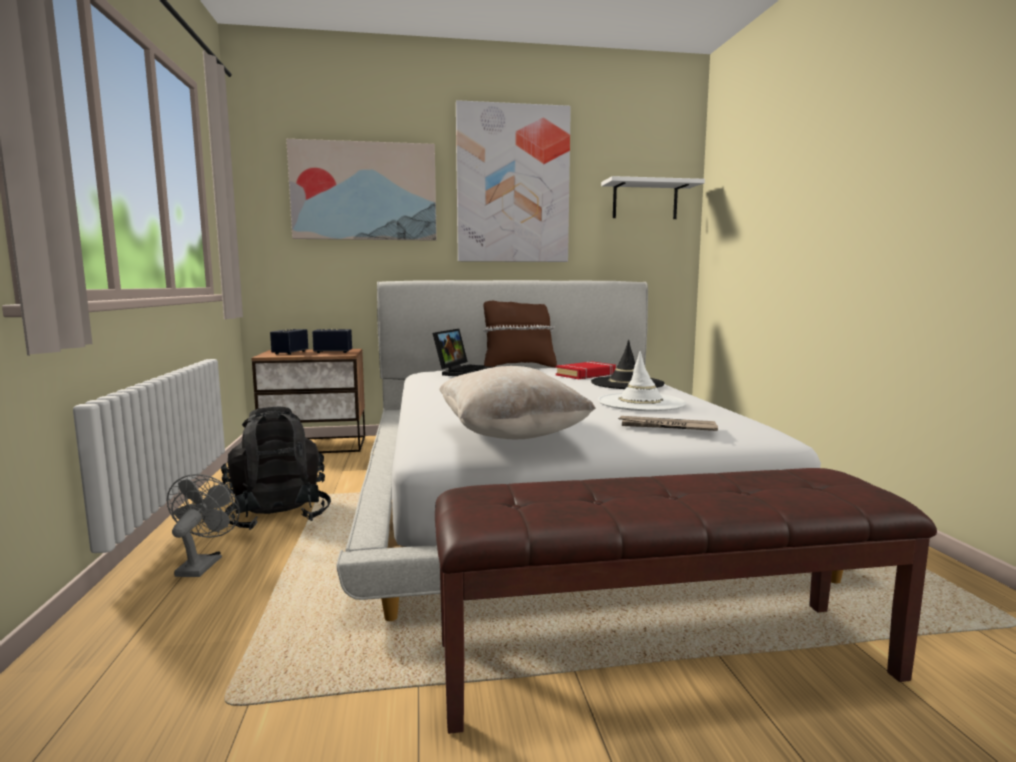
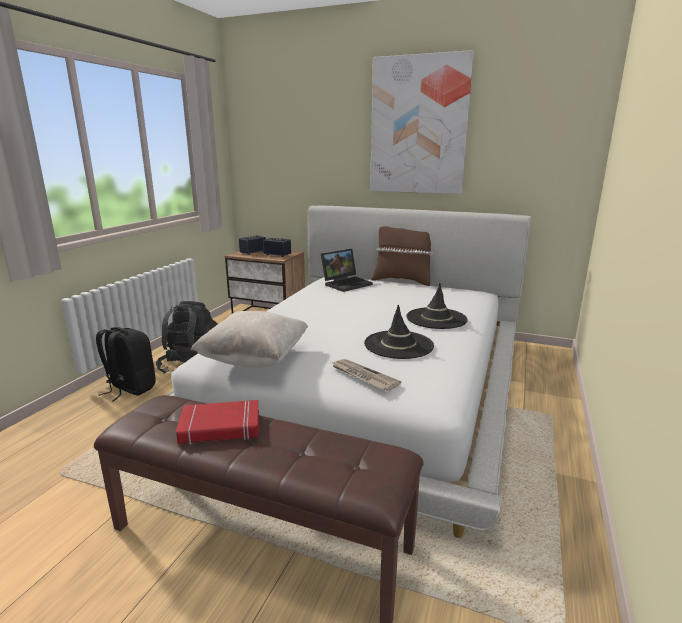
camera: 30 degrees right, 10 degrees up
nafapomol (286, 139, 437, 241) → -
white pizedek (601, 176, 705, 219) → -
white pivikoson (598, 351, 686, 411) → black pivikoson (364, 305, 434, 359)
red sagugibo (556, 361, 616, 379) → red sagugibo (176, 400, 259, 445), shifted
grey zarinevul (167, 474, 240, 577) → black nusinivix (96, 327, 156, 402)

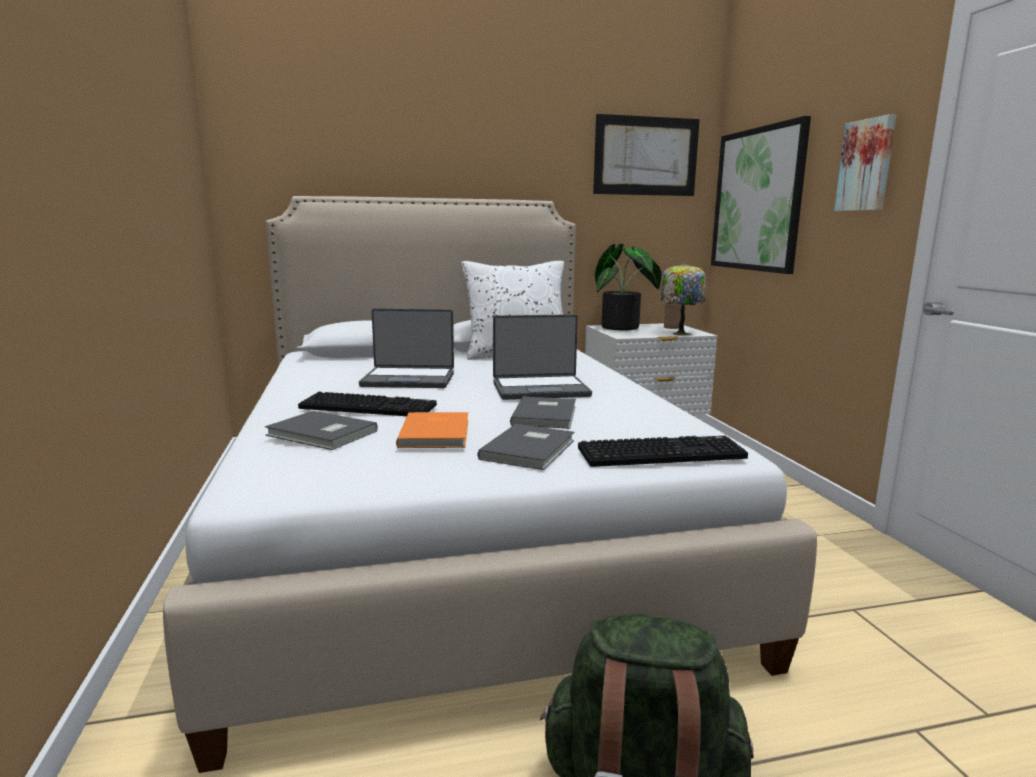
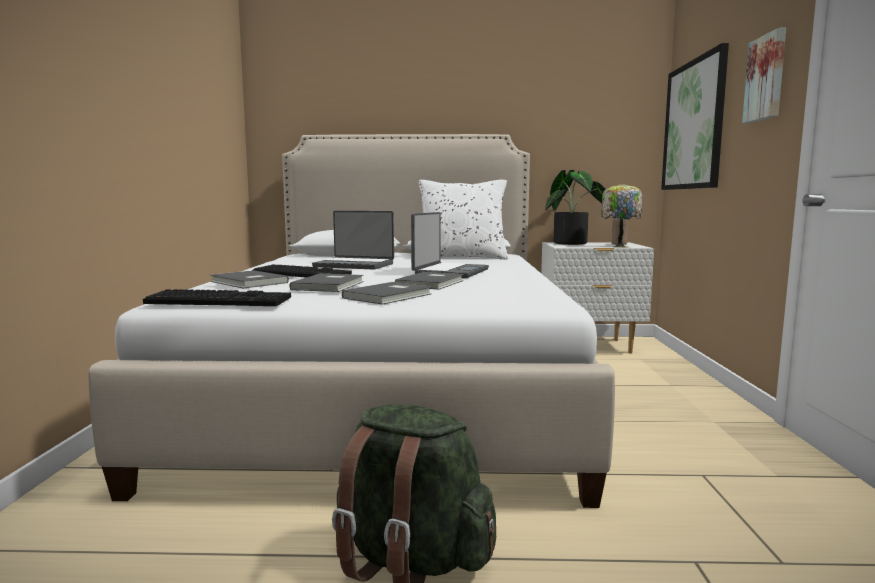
camera: 15 degrees right, 5 degrees down
nafapomol (593, 114, 700, 196) → -
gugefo (493, 314, 592, 400) → gugefo (411, 212, 489, 278), 75 degrees counterclockwise
orange sagugibo (396, 412, 468, 448) → grey sagugibo (289, 274, 364, 292)
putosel (578, 436, 748, 467) → putosel (143, 289, 291, 306), shifted

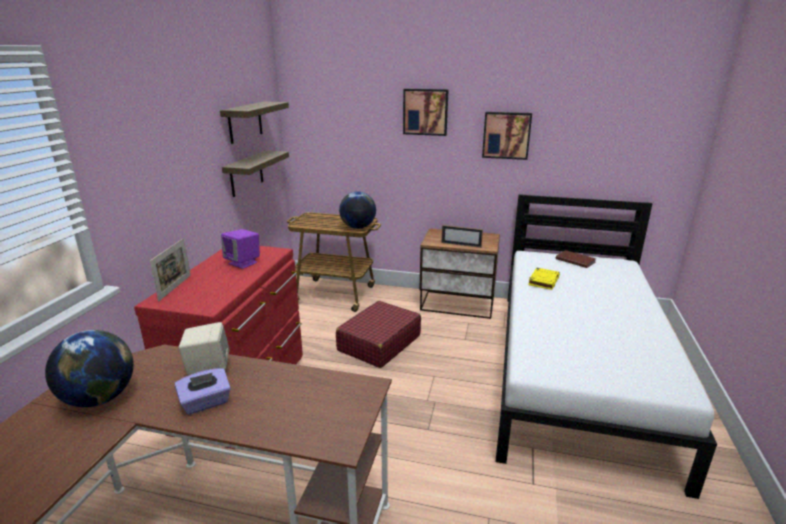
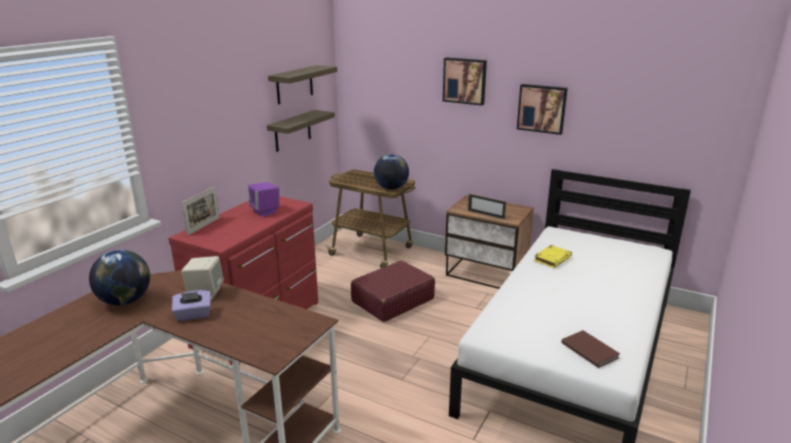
camera: 15 degrees right, 0 degrees up
brown sagugibo (556, 250, 596, 268) → brown sagugibo (561, 330, 620, 368), shifted

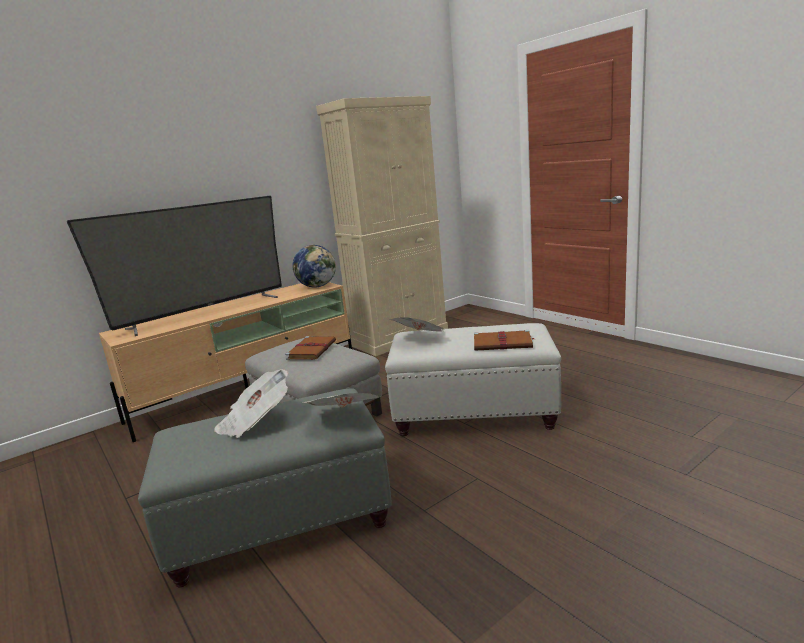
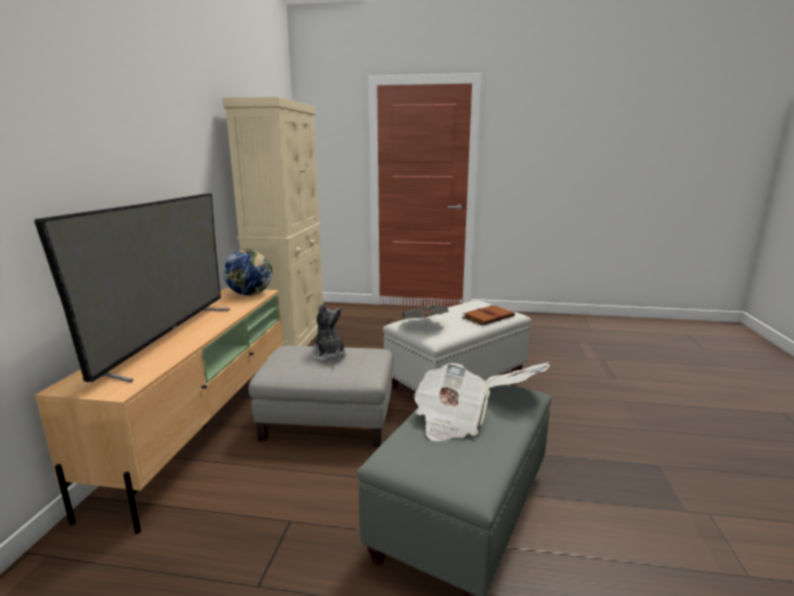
camera: 45 degrees left, 0 degrees up
brown sagugibo (285, 336, 336, 360) → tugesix (312, 304, 346, 362)

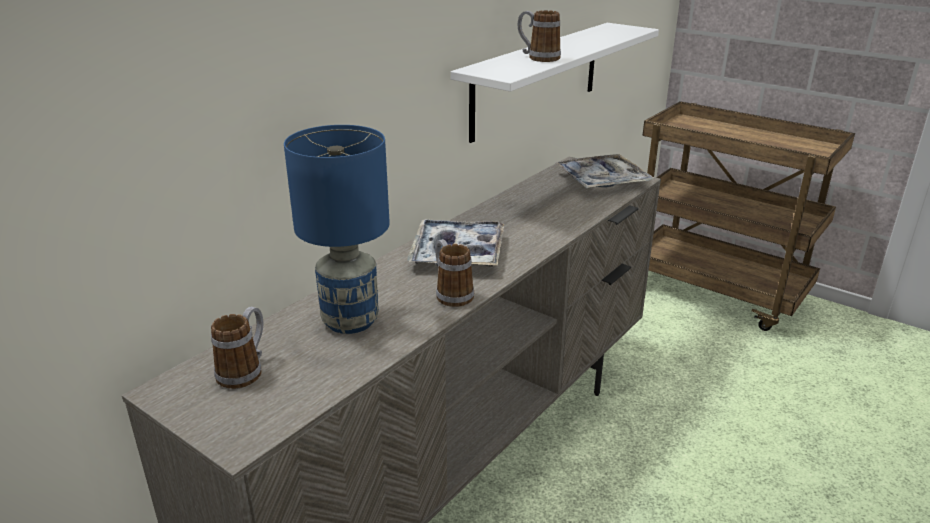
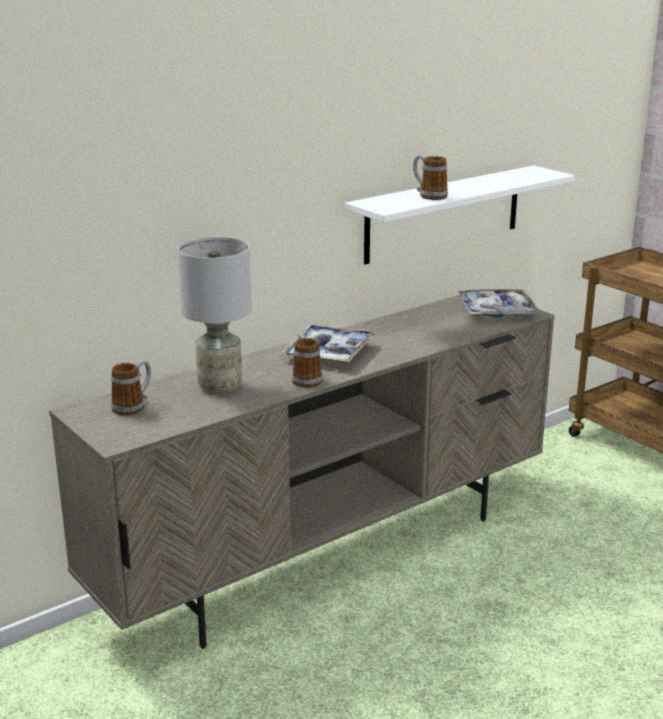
camera: 15 degrees right, 5 degrees down
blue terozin (284, 125, 390, 334) → grey terozin (177, 237, 252, 395)

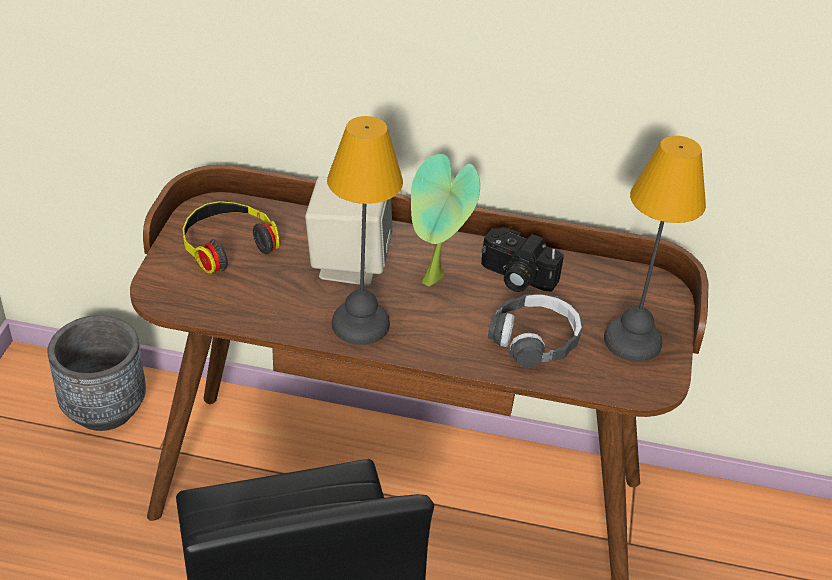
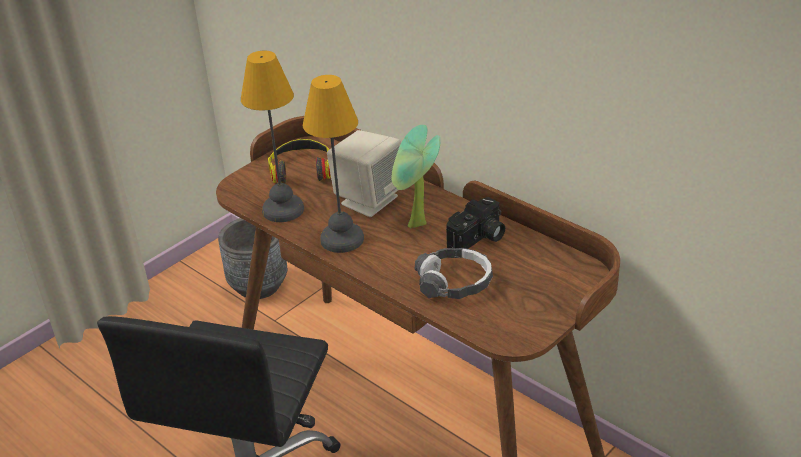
camera: 35 degrees right, 5 degrees down
terozin (604, 136, 706, 362) → terozin (241, 51, 304, 222), shifted
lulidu (481, 227, 564, 292) → lulidu (446, 197, 505, 249), 105 degrees counterclockwise

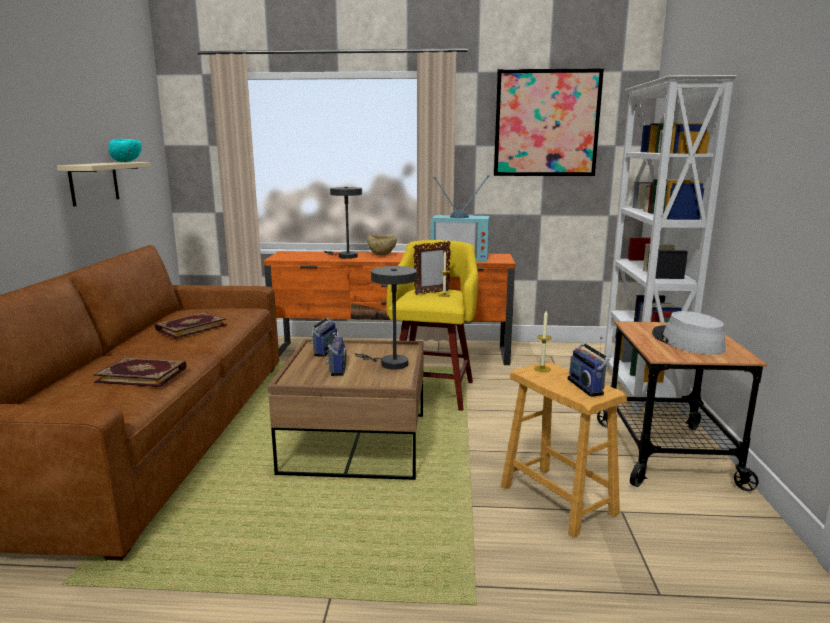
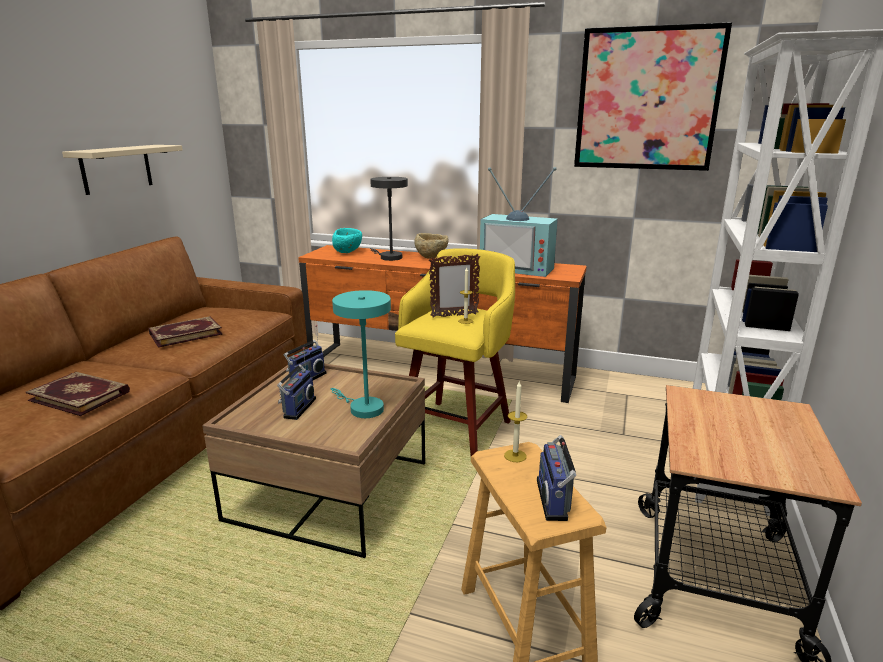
camera: 15 degrees right, 5 degrees up
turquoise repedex (109, 139, 142, 162) → turquoise repedex (332, 228, 362, 253), shifted
grey terozin (354, 266, 417, 369) → turquoise terozin (331, 290, 391, 418)
grey pivikoson (652, 311, 726, 355) → -

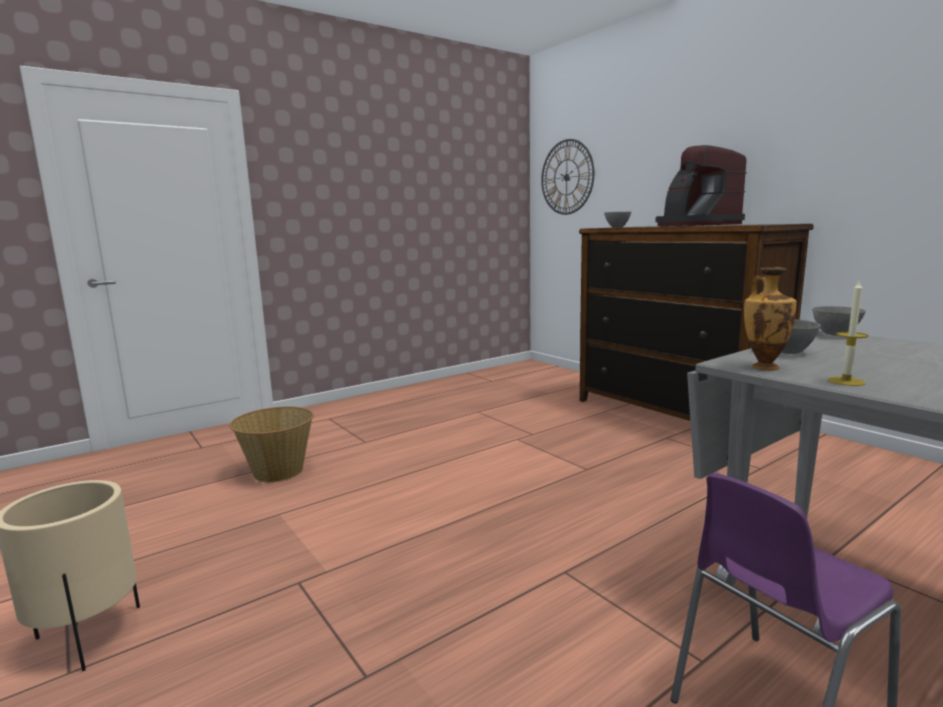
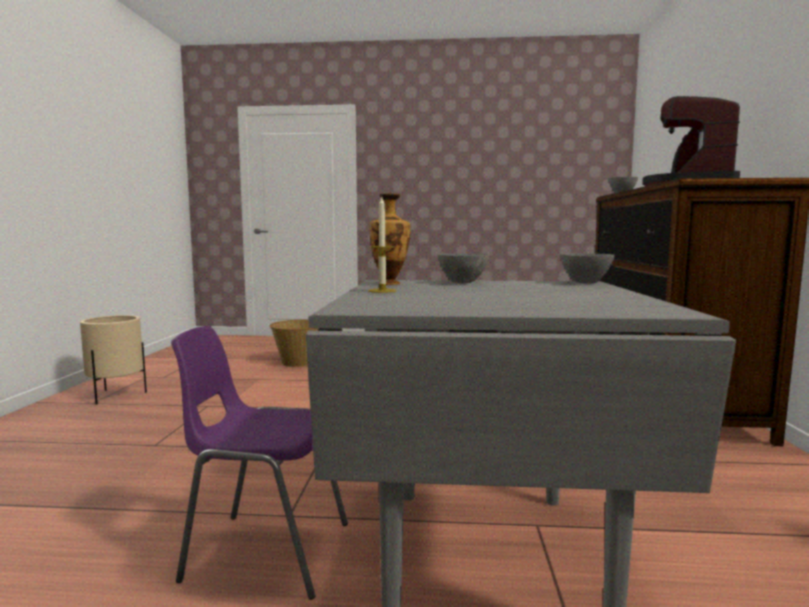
camera: 40 degrees right, 5 degrees down
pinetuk (541, 139, 594, 215) → -

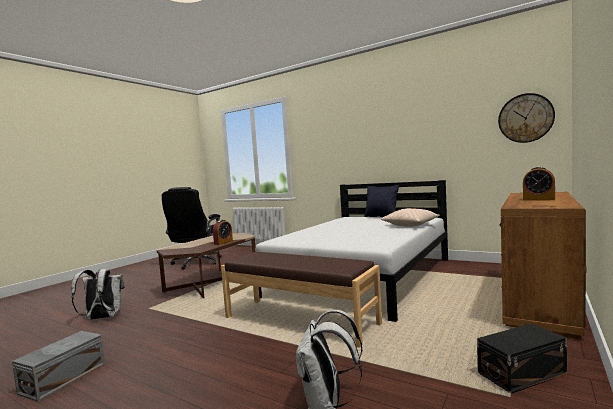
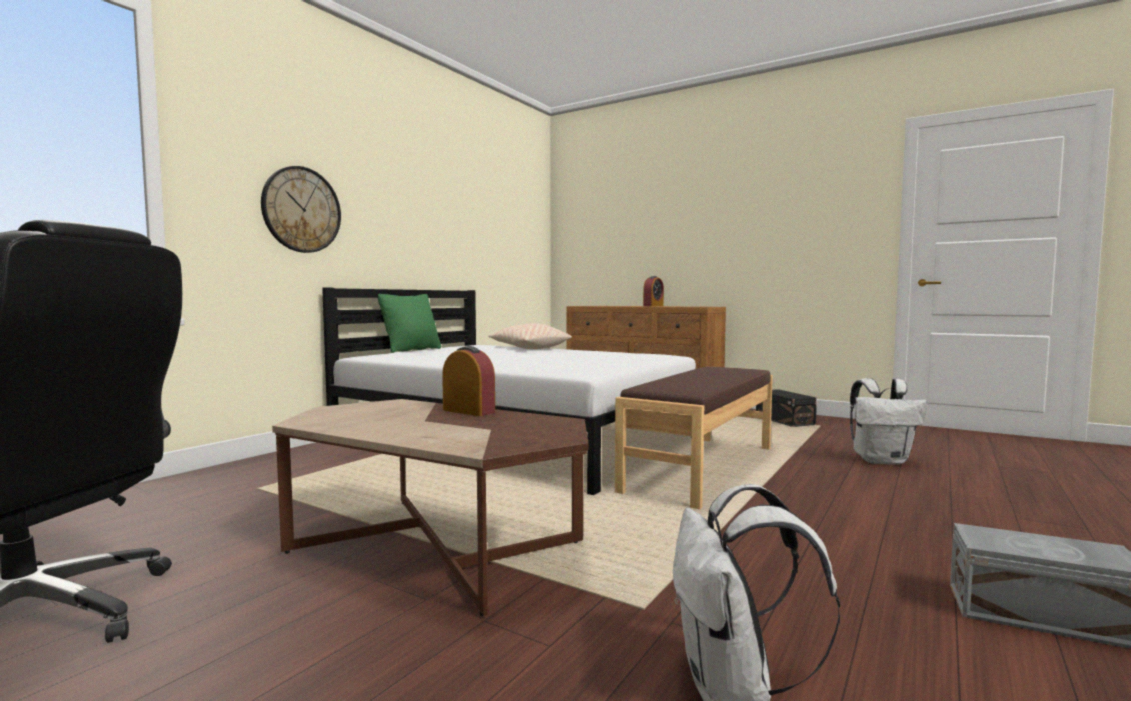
camera: 90 degrees left, 0 degrees up
pinetuk (498, 93, 555, 143) → pinetuk (261, 166, 341, 253), shifted
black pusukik (364, 185, 399, 217) → green pusukik (378, 294, 441, 353)

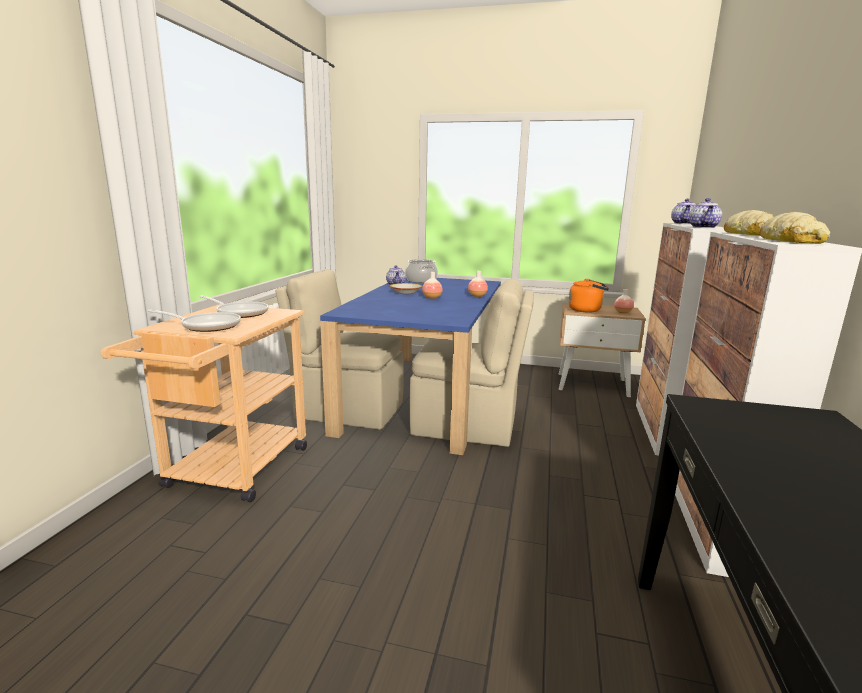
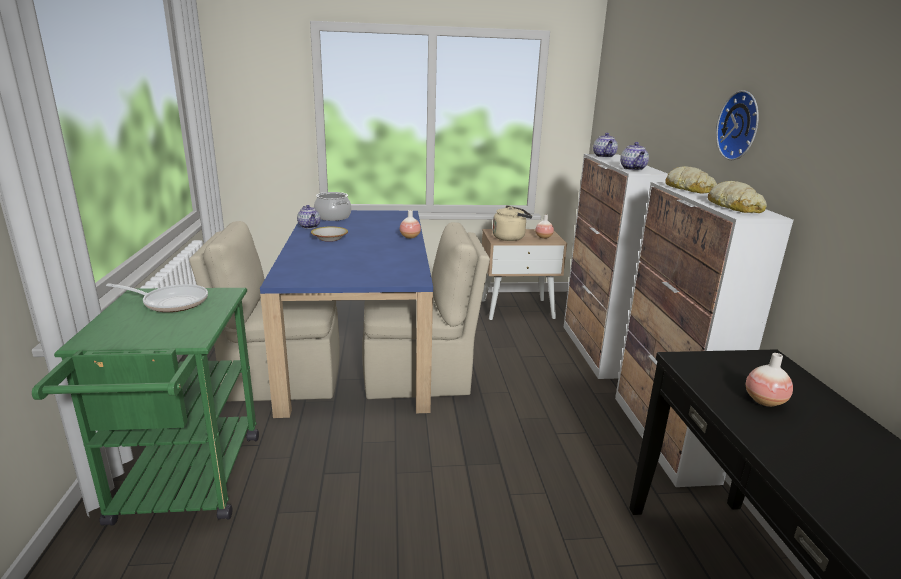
camera: 20 degrees left, 5 degrees up
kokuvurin (422, 272, 443, 299) → kokuvurin (746, 353, 793, 407), shifted
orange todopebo (569, 279, 609, 313) → beige todopebo (493, 205, 532, 241)
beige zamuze (101, 304, 307, 502) → green zamuze (32, 288, 259, 526)
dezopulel (147, 310, 241, 332) → -
- → pinetuk (716, 90, 759, 160)

